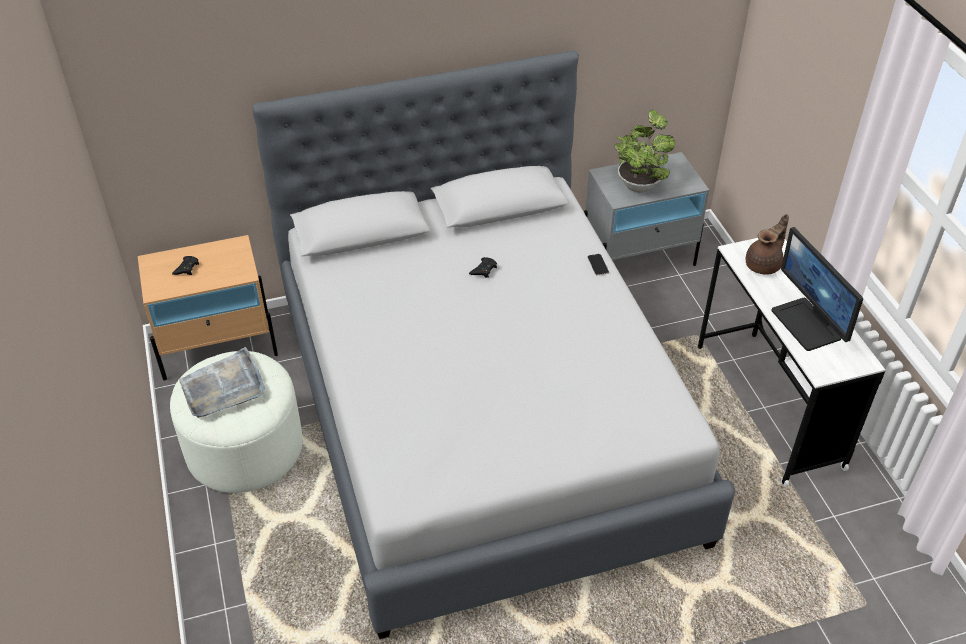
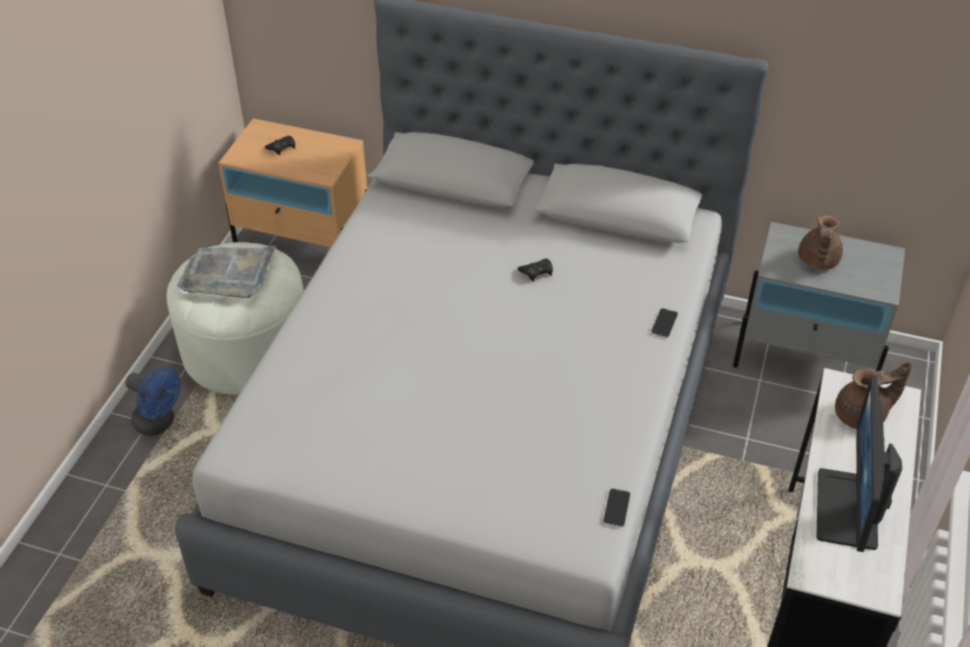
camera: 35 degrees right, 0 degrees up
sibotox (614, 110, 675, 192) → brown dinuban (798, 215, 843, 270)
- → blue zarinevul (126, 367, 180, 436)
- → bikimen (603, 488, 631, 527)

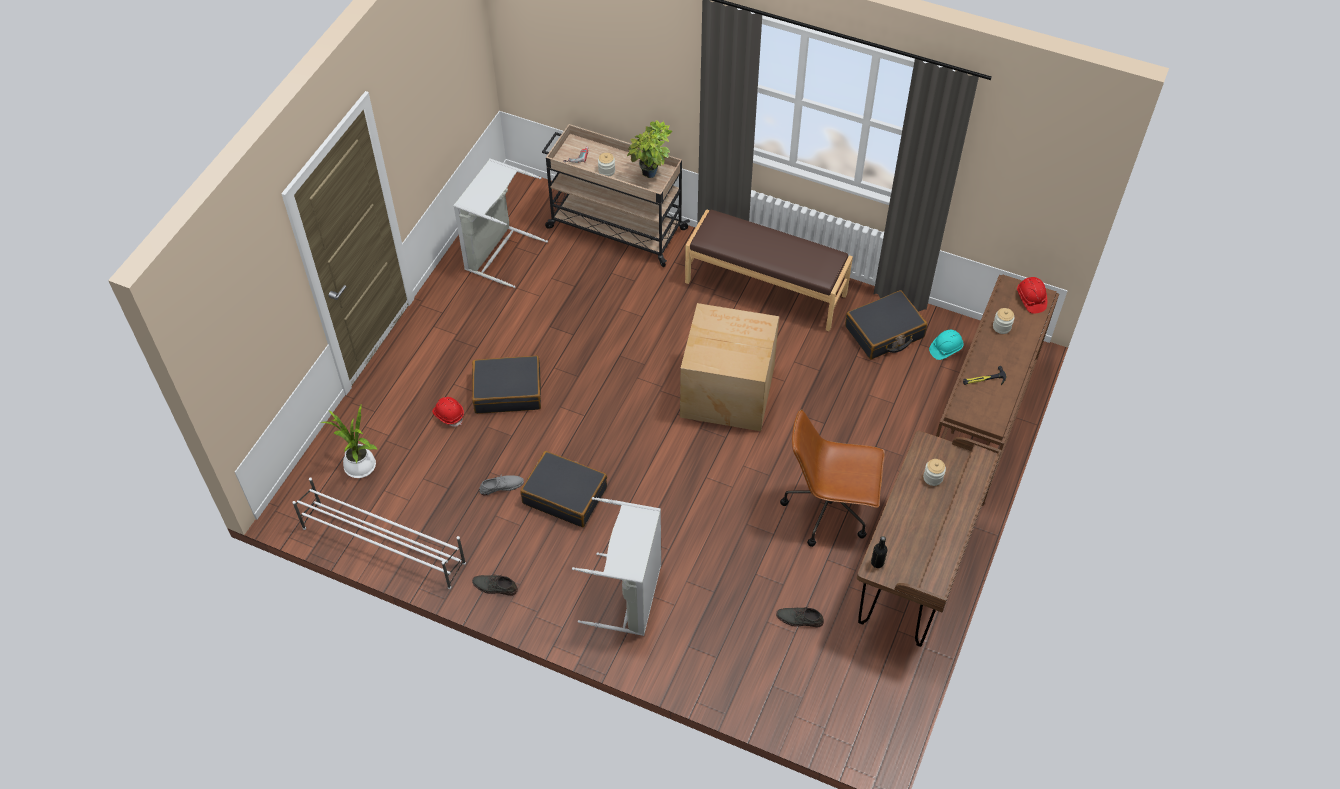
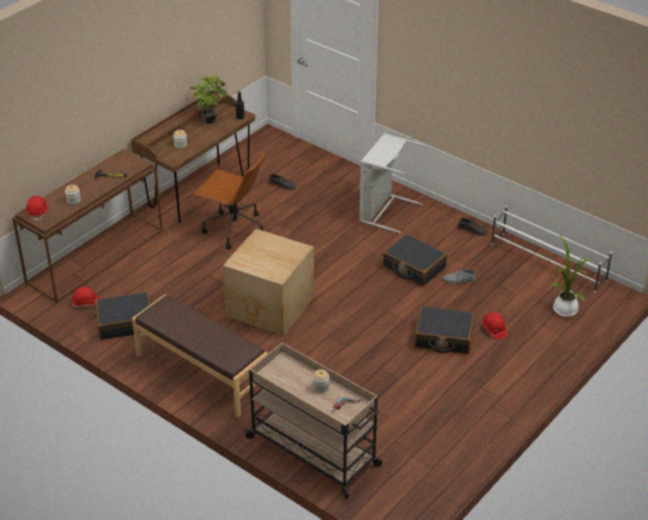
camera: 165 degrees left, 15 degrees down
sibotox (627, 120, 672, 178) → sibotox (188, 75, 228, 124), shifted
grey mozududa (453, 158, 548, 288) → -
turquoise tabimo (929, 330, 963, 360) → red tabimo (72, 287, 100, 308)

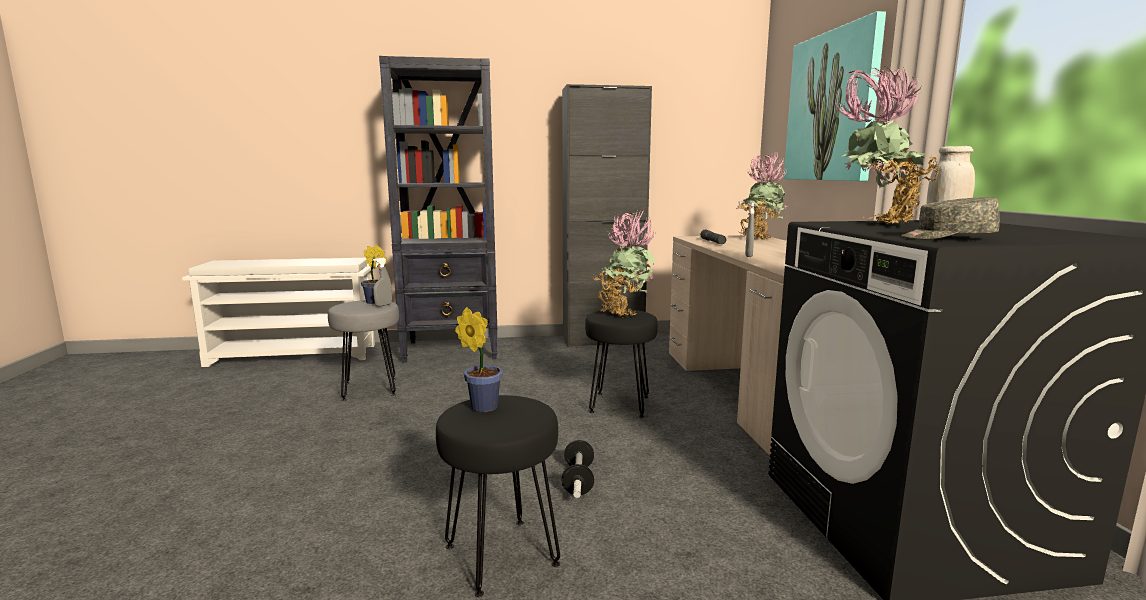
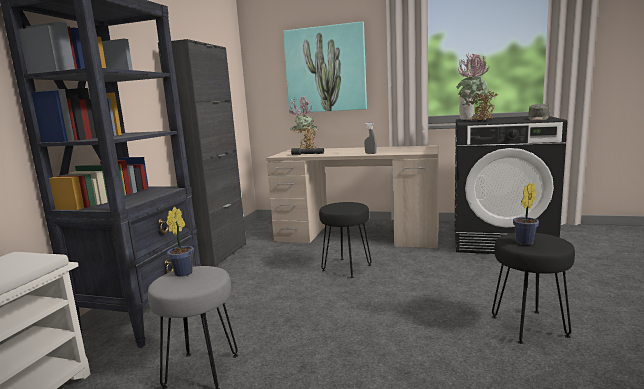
camera: 65 degrees left, 0 degrees up
sibotox (593, 211, 655, 318) → -
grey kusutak (373, 257, 392, 307) → -
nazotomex (561, 440, 594, 498) → -

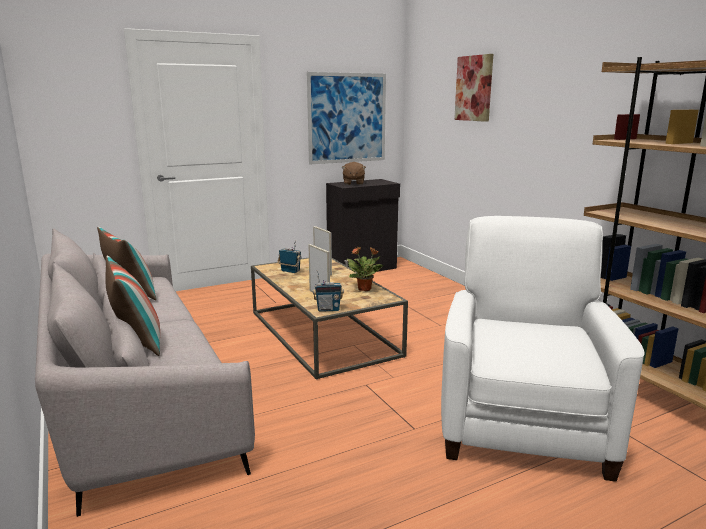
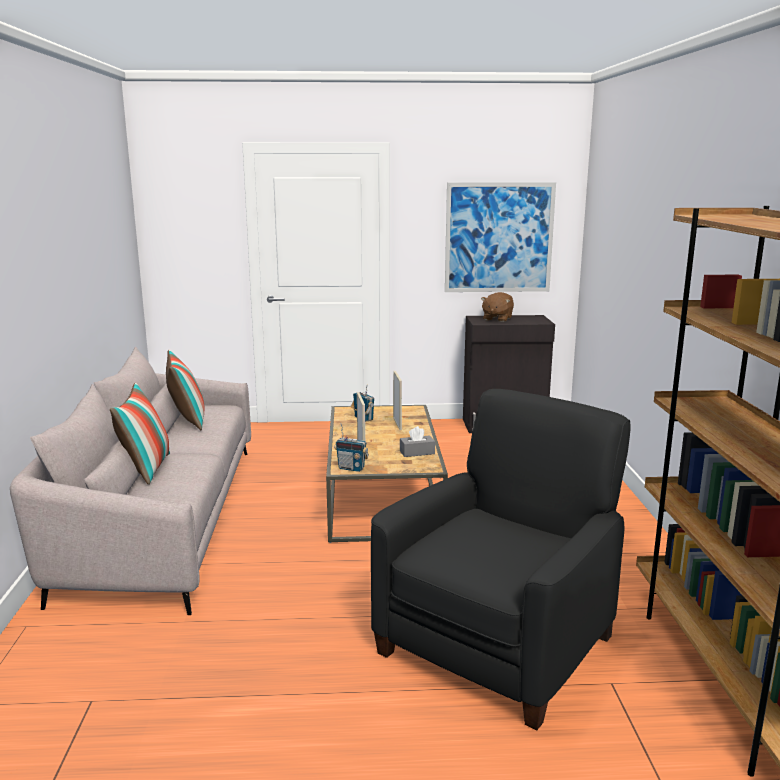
camera: 25 degrees right, 0 degrees up
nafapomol (454, 54, 493, 122) → -
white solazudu (441, 216, 645, 482) → black solazudu (371, 389, 630, 730)
sibotox (346, 246, 383, 291) → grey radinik (400, 426, 435, 457)

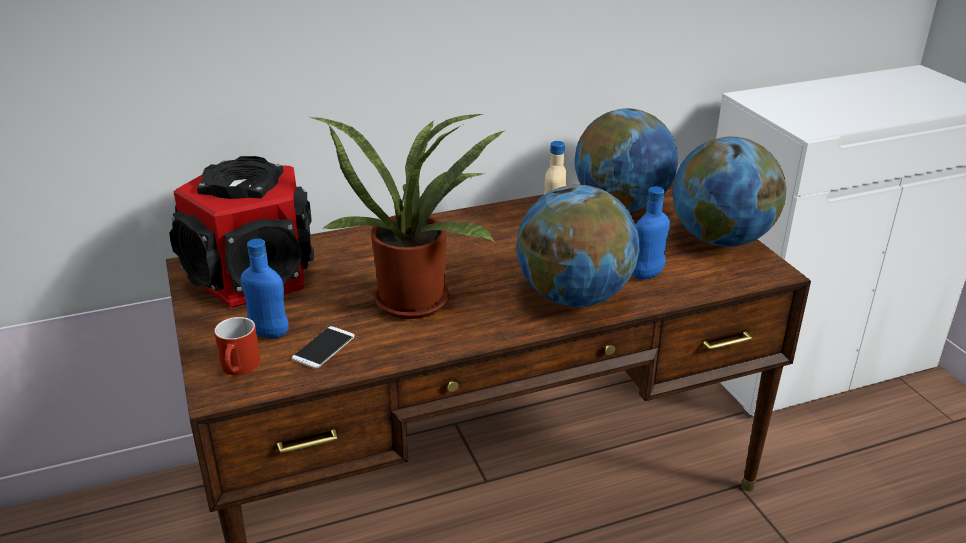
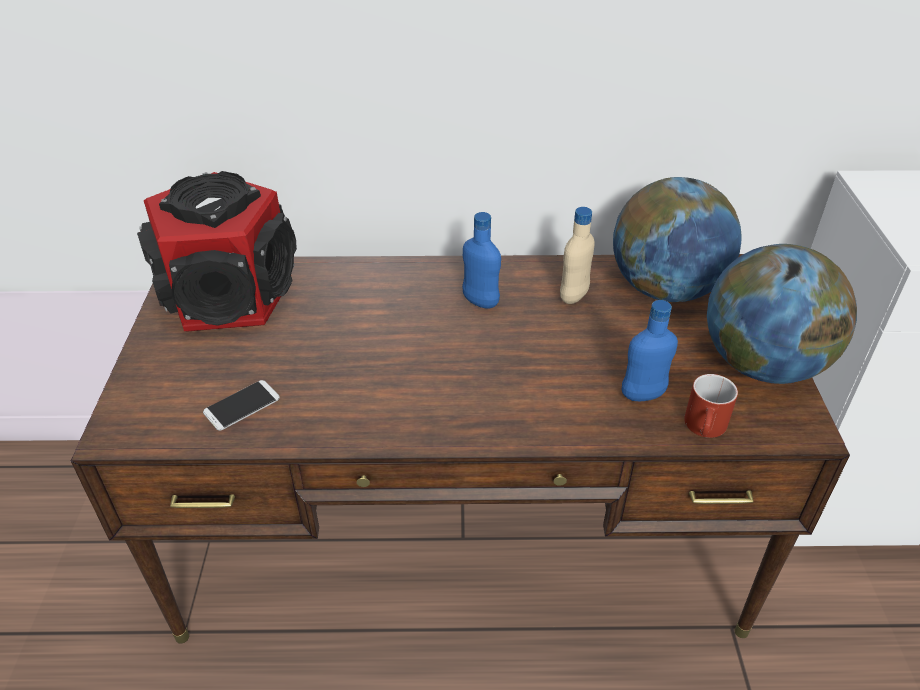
camera: 20 degrees right, 10 degrees up
sibotox (311, 114, 508, 319) → -
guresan (516, 185, 639, 307) → -
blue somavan (241, 239, 289, 338) → blue somavan (462, 212, 501, 309), shifted
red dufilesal (214, 317, 261, 375) → red dufilesal (684, 374, 738, 438), shifted

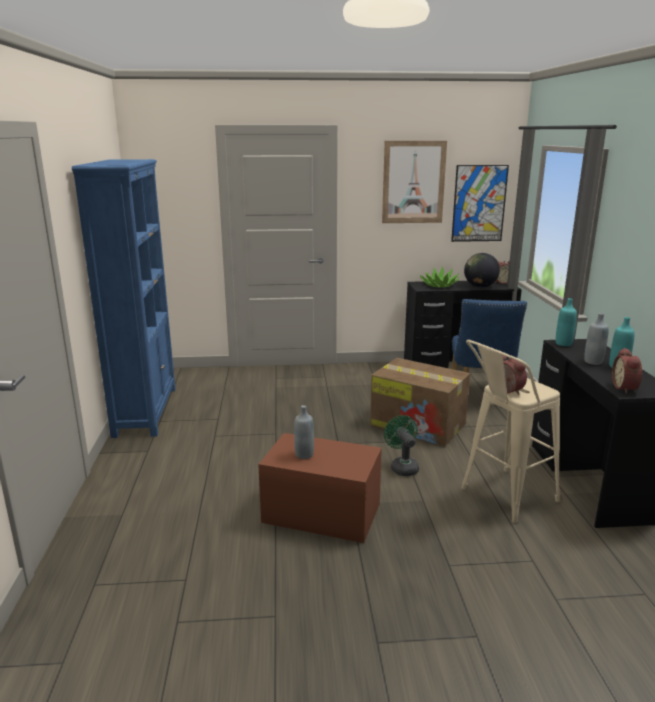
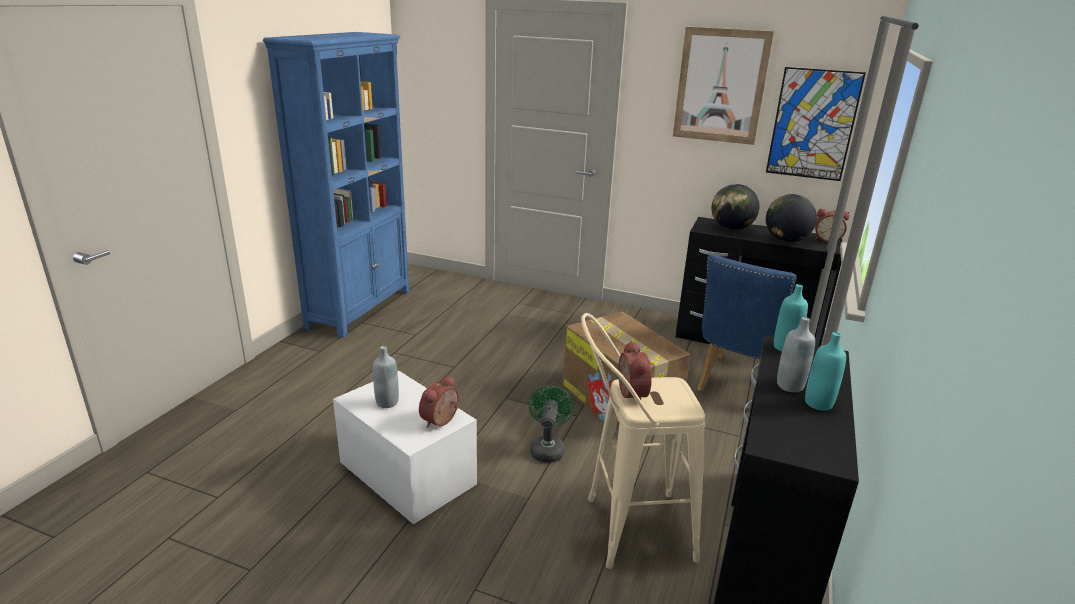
camera: 25 degrees right, 5 degrees up
sibotox (420, 266, 460, 288) → guresan (712, 184, 760, 230)
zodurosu (612, 348, 642, 394) → zodurosu (419, 375, 459, 428), shifted
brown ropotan (258, 433, 382, 543) → white ropotan (333, 371, 477, 524)

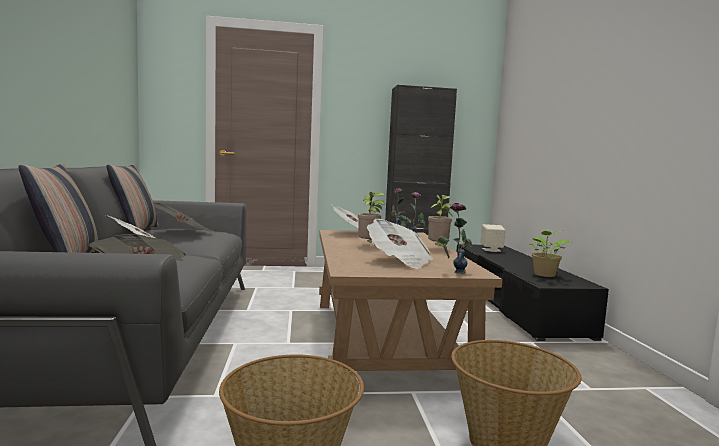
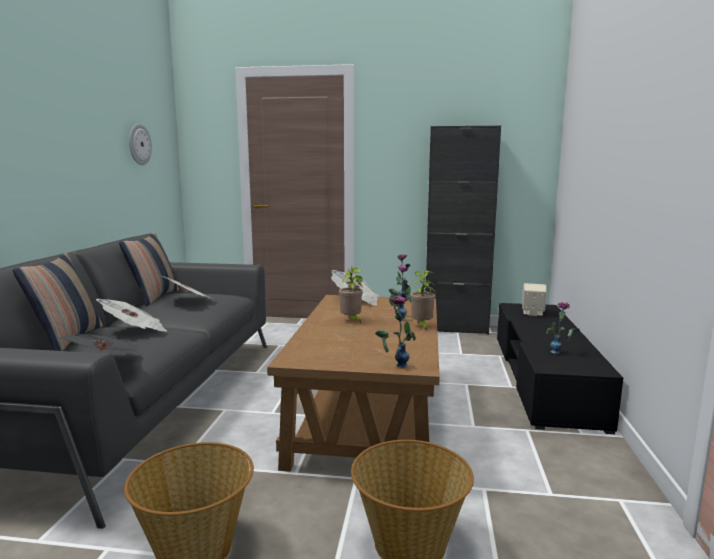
camera: 15 degrees right, 5 degrees up
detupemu (367, 219, 434, 269) → -
sibotox (529, 230, 569, 277) → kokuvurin (546, 301, 580, 354)
- → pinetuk (129, 124, 152, 165)

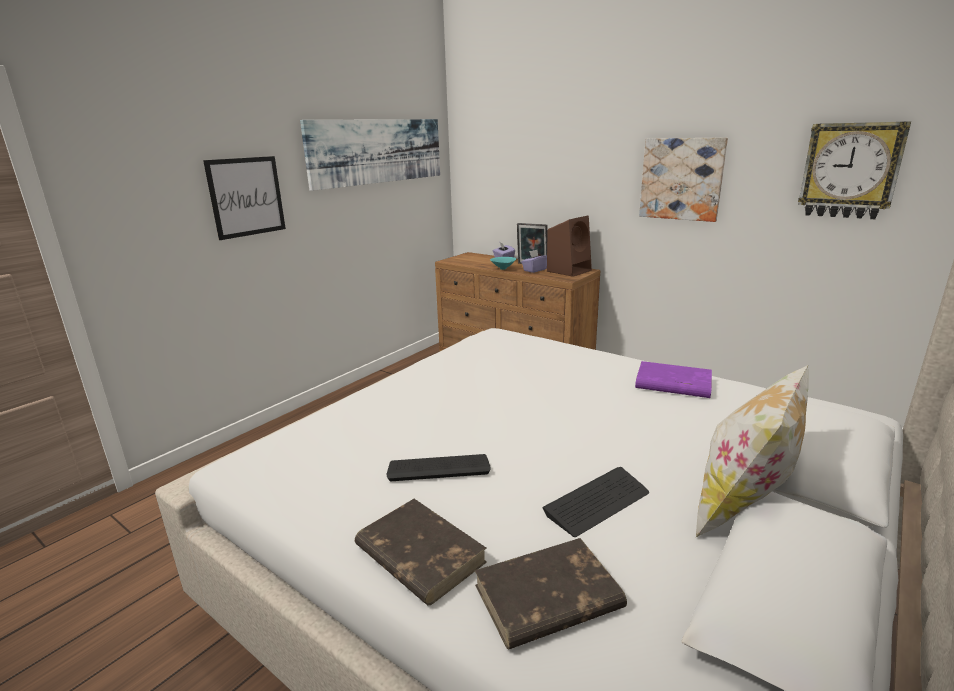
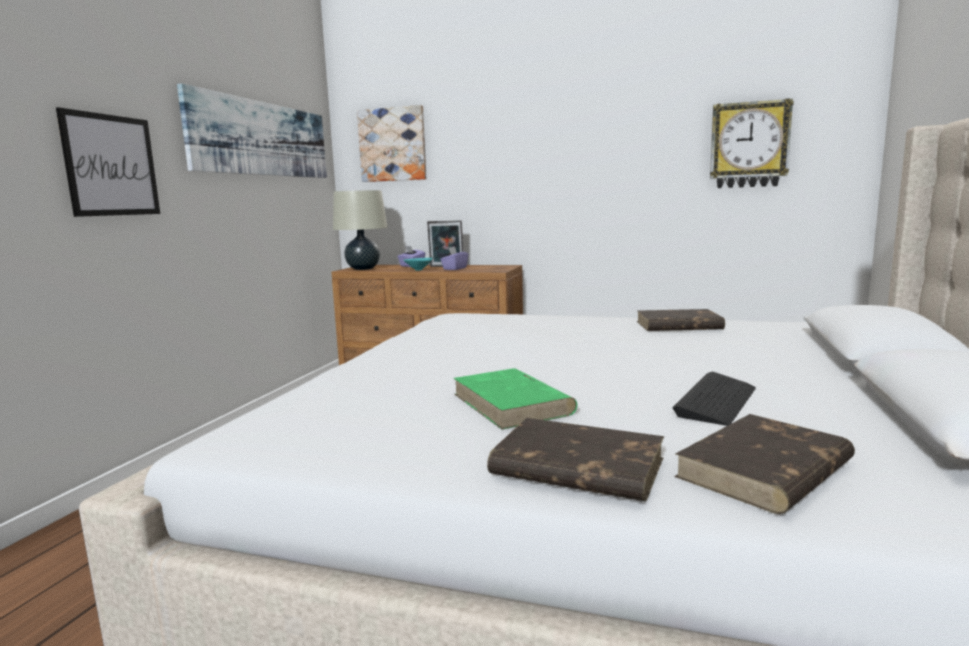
camera: 20 degrees left, 10 degrees down
nafapomol (639, 137, 728, 222) → nafapomol (357, 105, 427, 182), shifted
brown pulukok (547, 216, 592, 277) → -
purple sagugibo (635, 361, 712, 398) → brown sagugibo (637, 309, 725, 331)
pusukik (696, 364, 809, 537) → -
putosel (387, 454, 491, 481) → green sagugibo (453, 368, 577, 430)
- → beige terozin (333, 190, 388, 270)

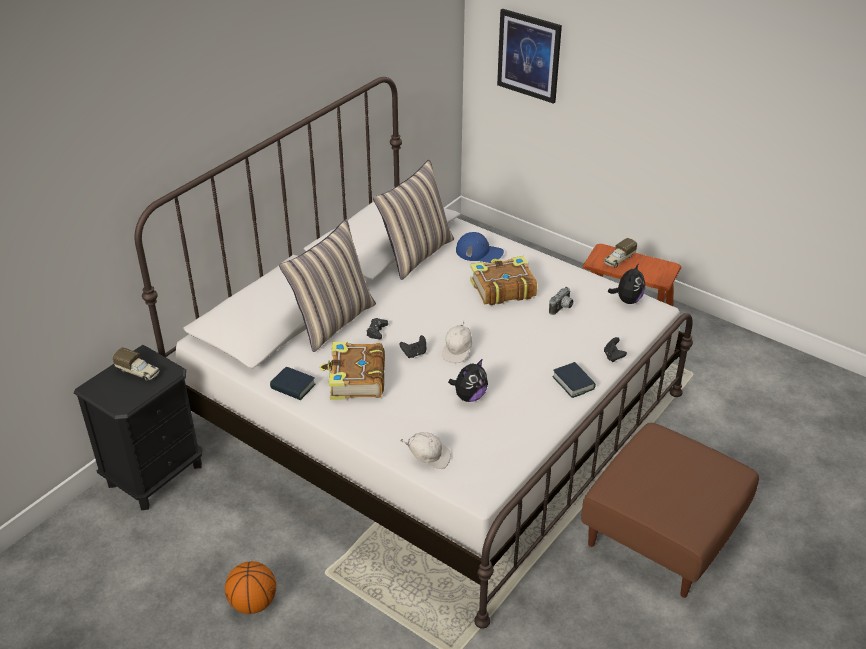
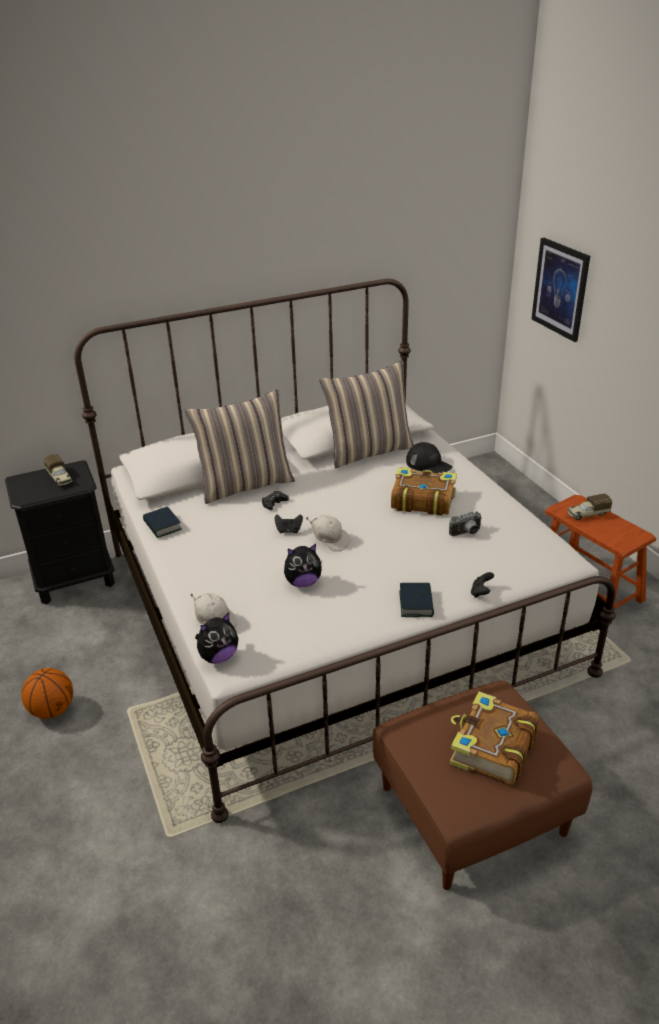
camera: 30 degrees right, 5 degrees down
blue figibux (456, 232, 504, 263) → black figibux (406, 442, 453, 474)
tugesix (608, 263, 645, 304) → tugesix (195, 613, 238, 664), shifted
white figibux (442, 321, 472, 363) → white figibux (306, 515, 351, 551), 105 degrees counterclockwise
sagugibo (319, 342, 385, 400) → sagugibo (450, 692, 538, 785), shifted

